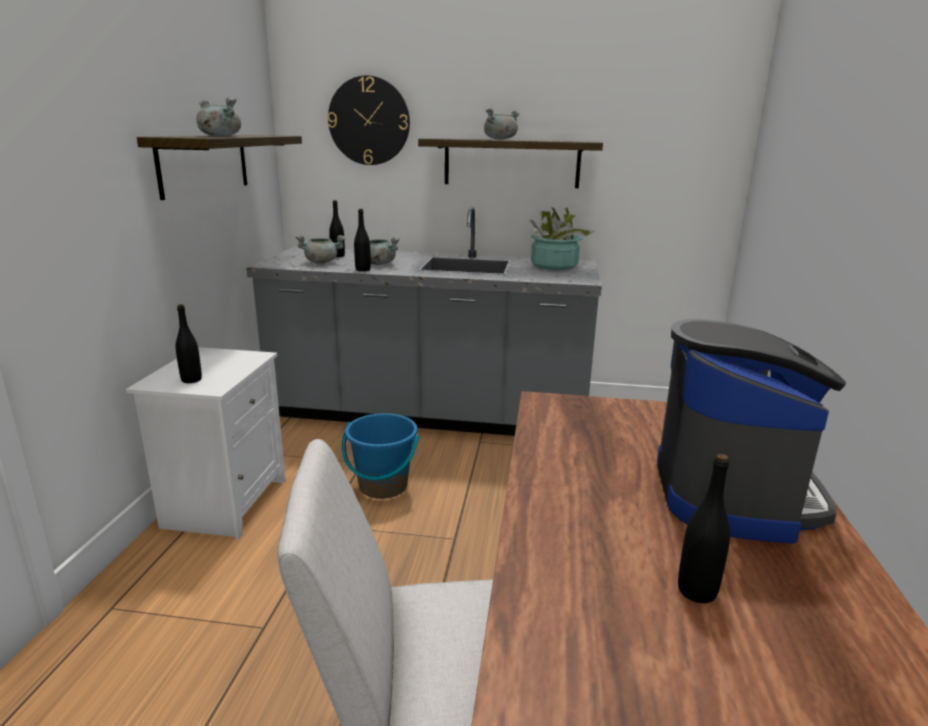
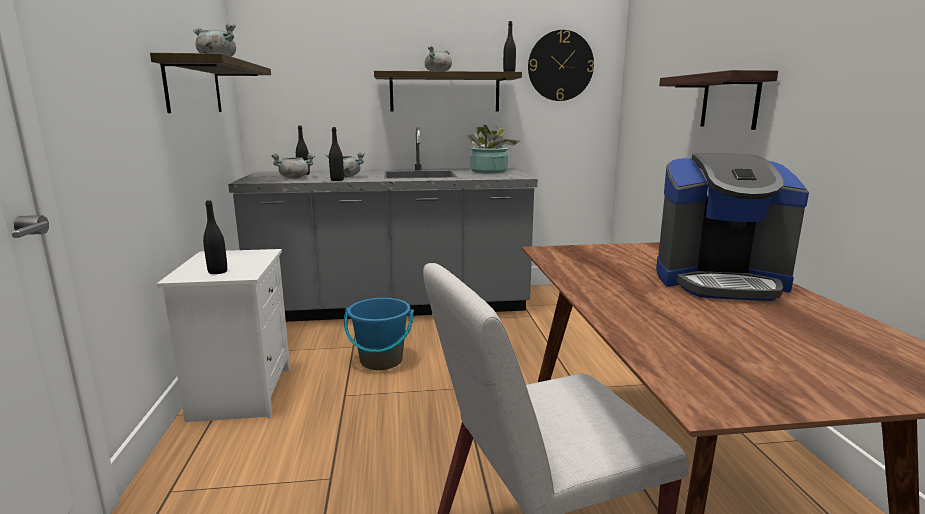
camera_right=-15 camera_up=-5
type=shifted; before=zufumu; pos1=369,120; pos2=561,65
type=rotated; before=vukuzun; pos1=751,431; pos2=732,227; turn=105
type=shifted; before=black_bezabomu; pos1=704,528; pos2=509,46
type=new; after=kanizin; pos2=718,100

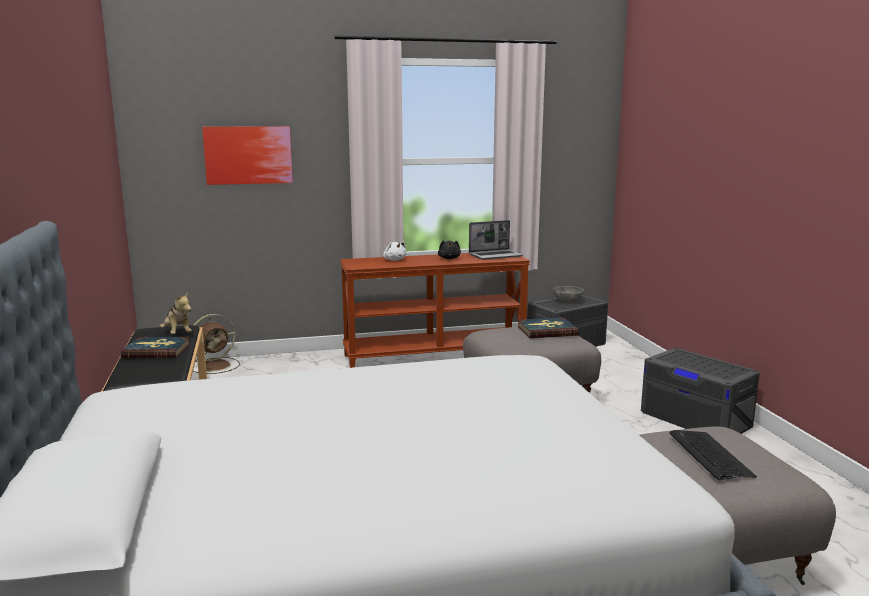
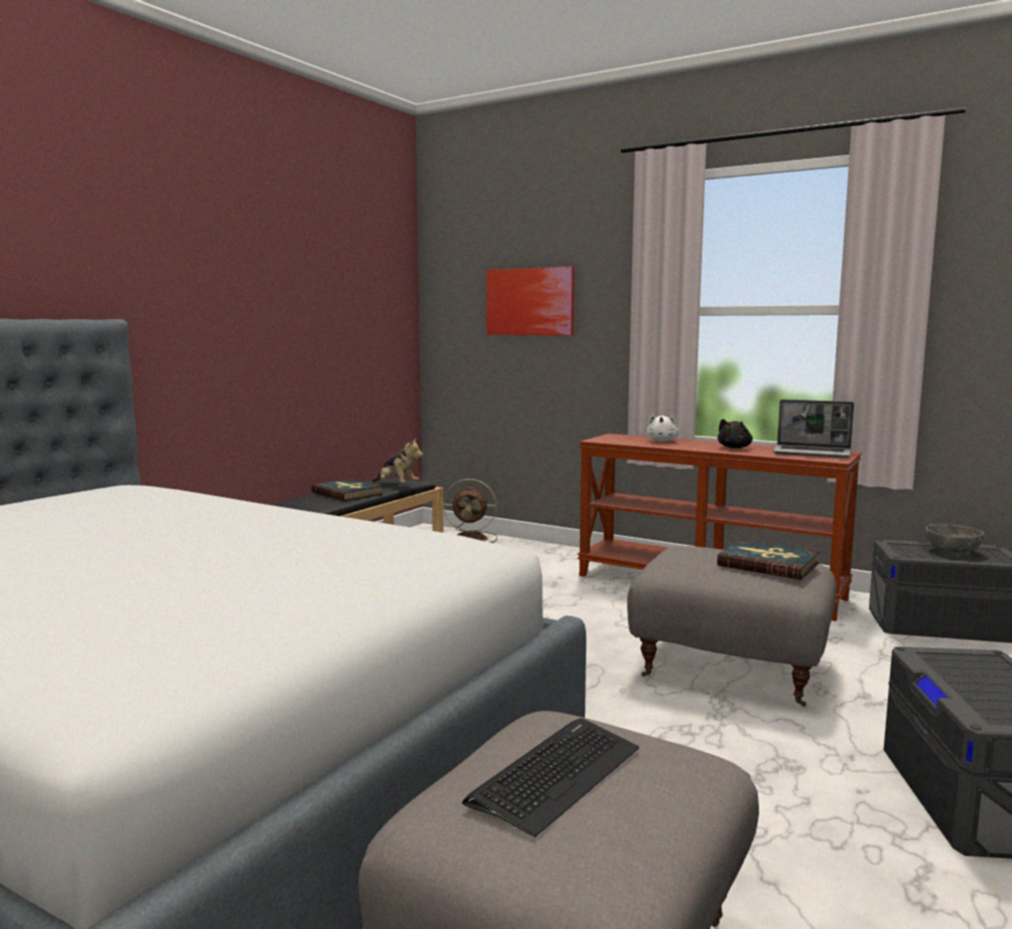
camera_right=45 camera_up=-5
type=rotated; before=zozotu; pos1=176,313; pos2=397,460; turn=-60

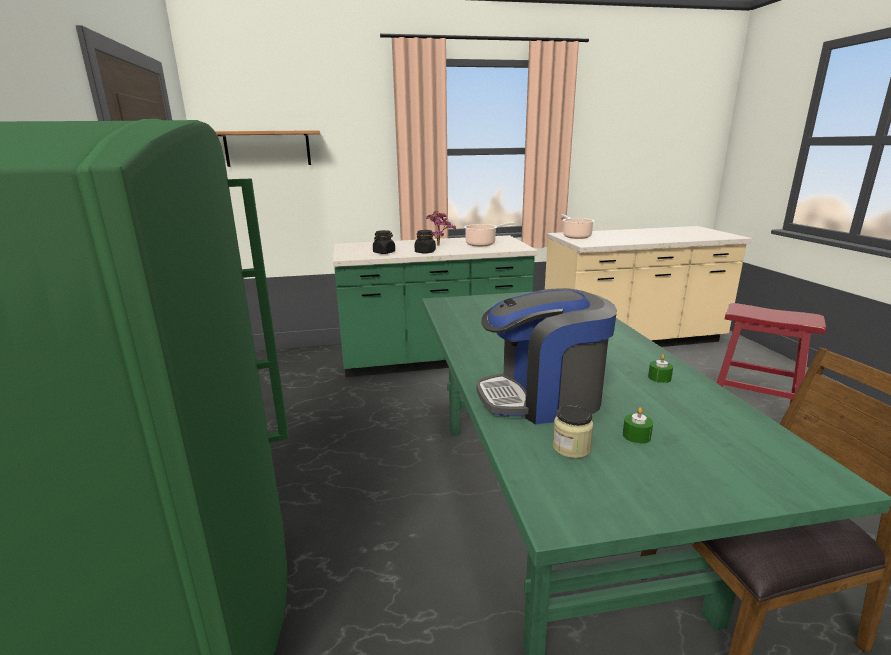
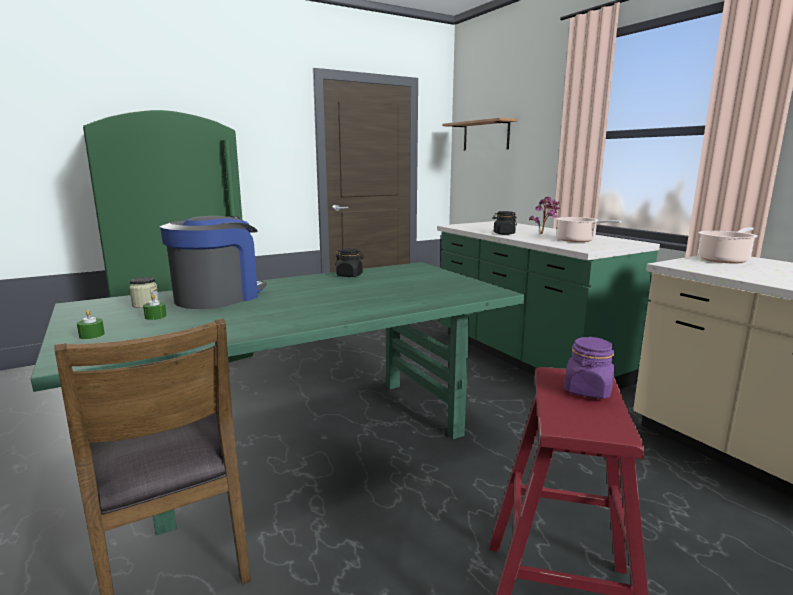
camera_right=70 camera_up=-5
type=shifted; before=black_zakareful; pos1=384,242; pos2=349,262
type=rotated; before=vukuzun; pos1=547,356; pos2=213,262; turn=60
type=shifted; before=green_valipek; pos1=660,368; pos2=91,324
type=new; after=purple_zakareful; pos2=589,368

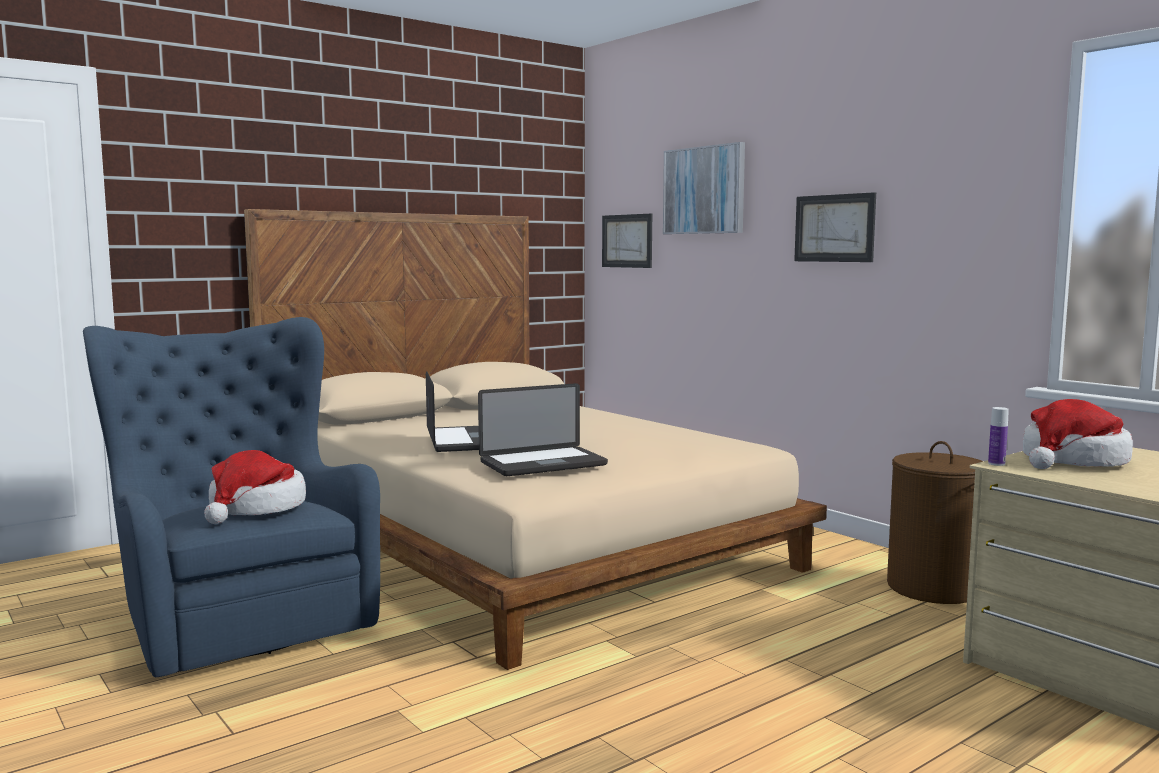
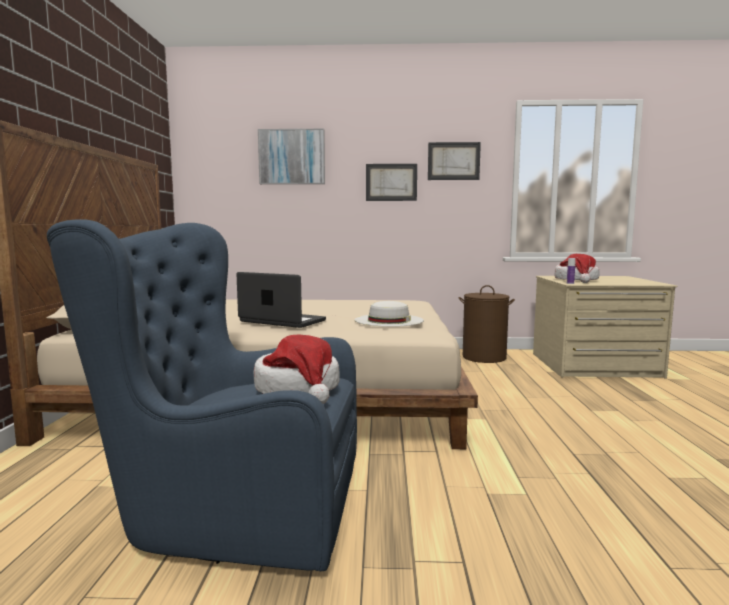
camera_right=-50 camera_up=0
type=shifted; before=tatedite; pos1=627,241; pos2=454,161
type=swapped; before=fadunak; after=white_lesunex; pos1=543,429; pos2=389,314

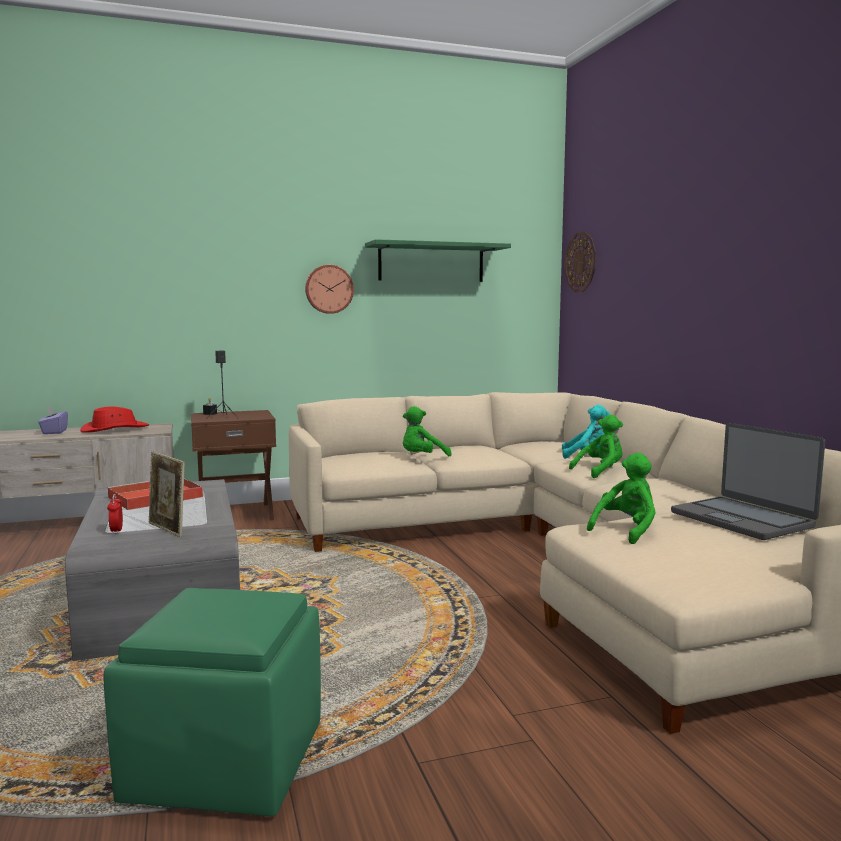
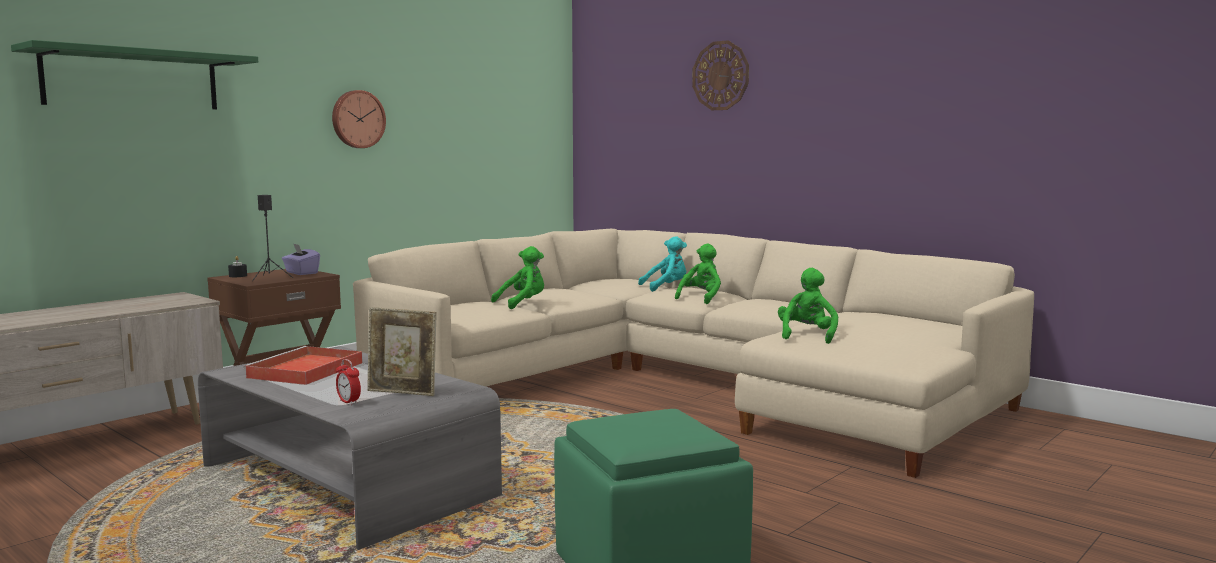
camera_right=-30 camera_up=0
type=shifted; before=zufumu; pos1=580,262; pos2=720,75
type=shifted; before=green_kanizin; pos1=438,260; pos2=134,74
type=shifted; before=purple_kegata; pos1=53,420; pos2=301,259
type=rotated; before=green_zozotu; pos1=427,431; pos2=517,277; turn=-150
type=gone; before=red_lesunex; pos1=114,420
type=gone; before=fadunak; pos1=748,481

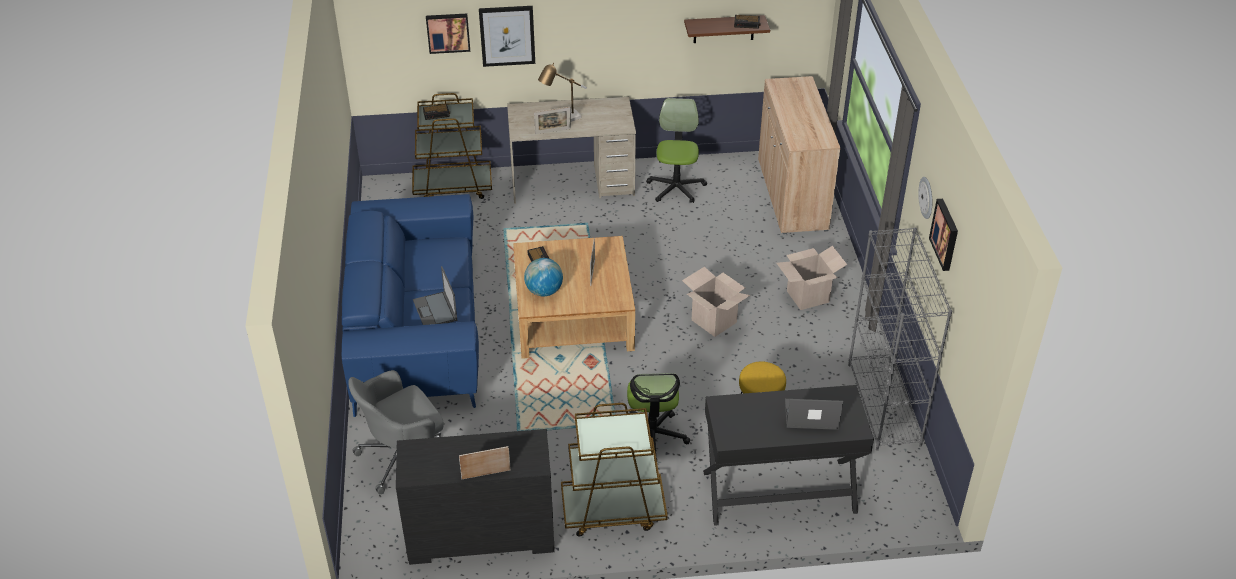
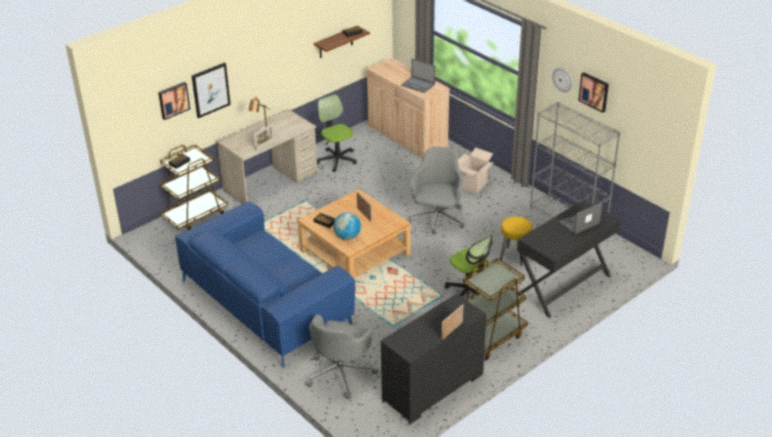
camera_right=-35 camera_up=-5
type=shifted; before=fadunak; pos1=435,295; pos2=418,76
type=swapped; before=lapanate; after=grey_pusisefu; pos1=716,302; pos2=435,190

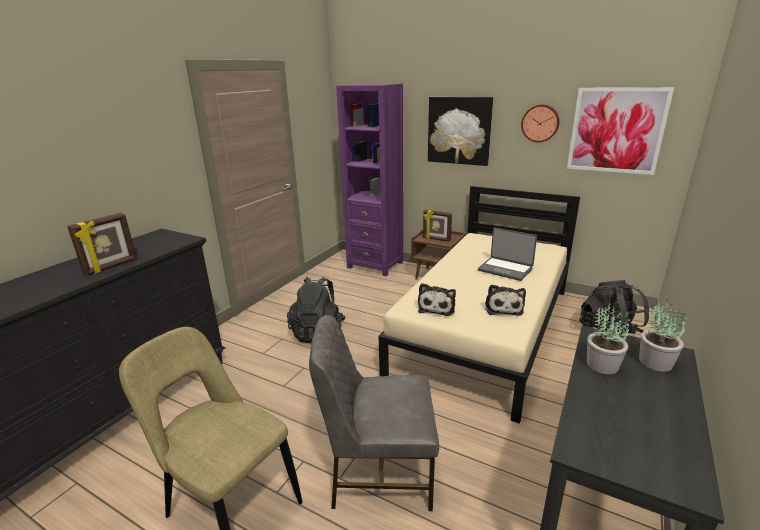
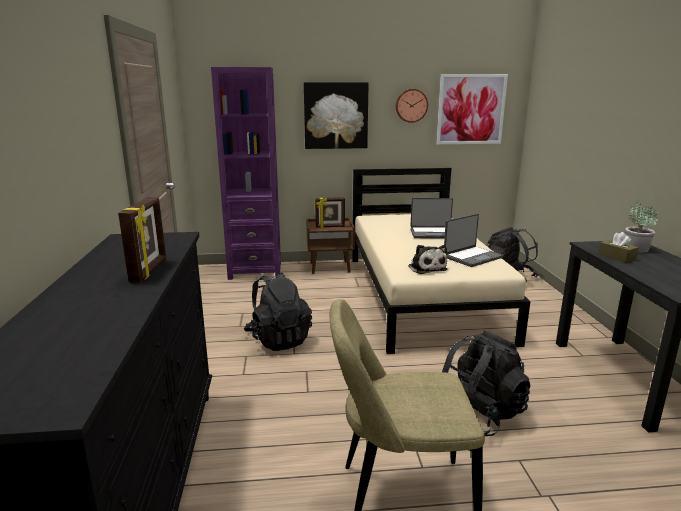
camera_right=-35 camera_up=-5
type=swapped; before=zozotu; after=fadunak; pos1=505,300; pos2=473,240
type=swapped; before=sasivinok; after=brown_kegata; pos1=608,338; pos2=618,247
type=swapped; before=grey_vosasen; after=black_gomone; pos1=374,413; pos2=486,383

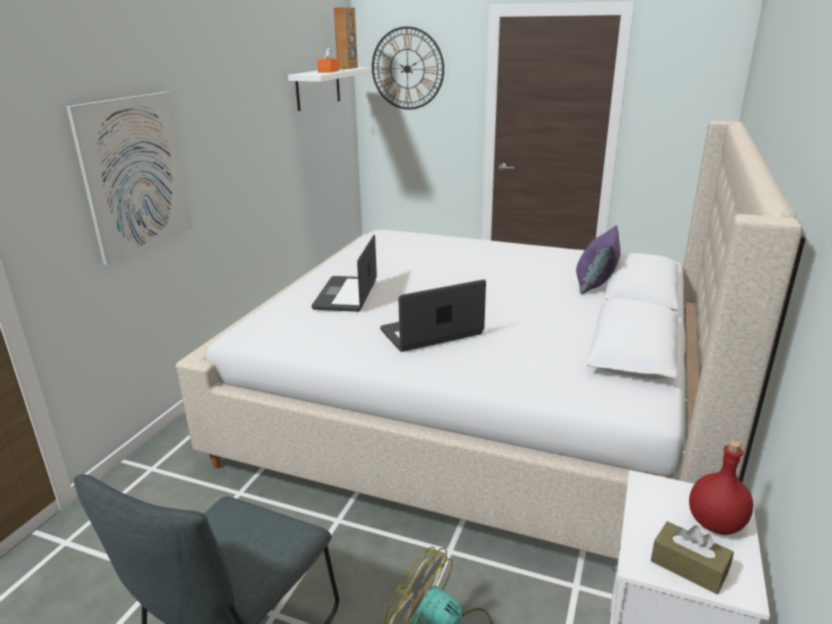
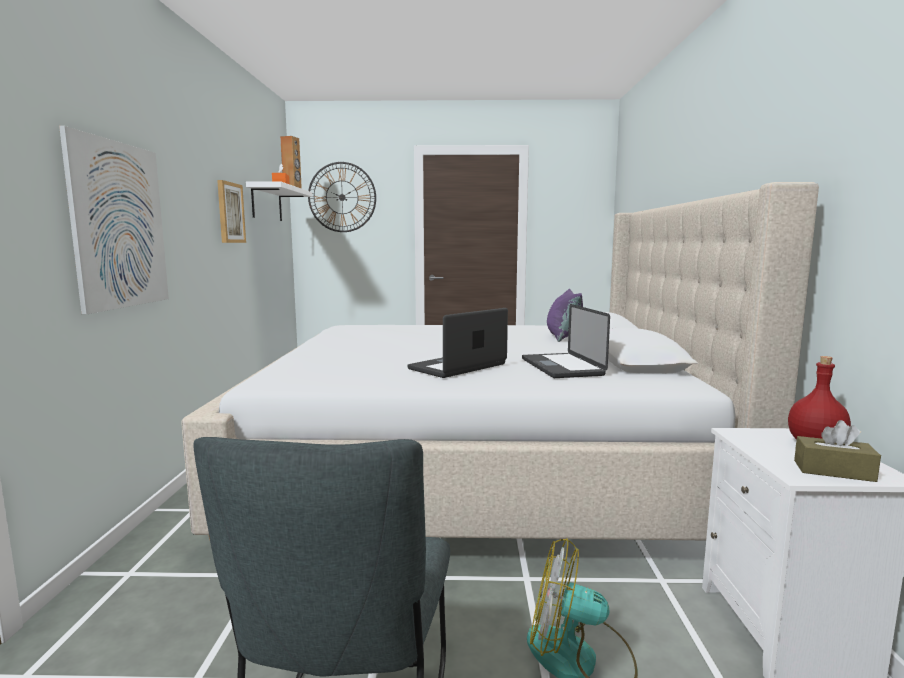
camera_right=-20 camera_up=-15
type=shifted; before=fadunak; pos1=344,273; pos2=566,341
type=new; after=tatedite; pos2=231,211

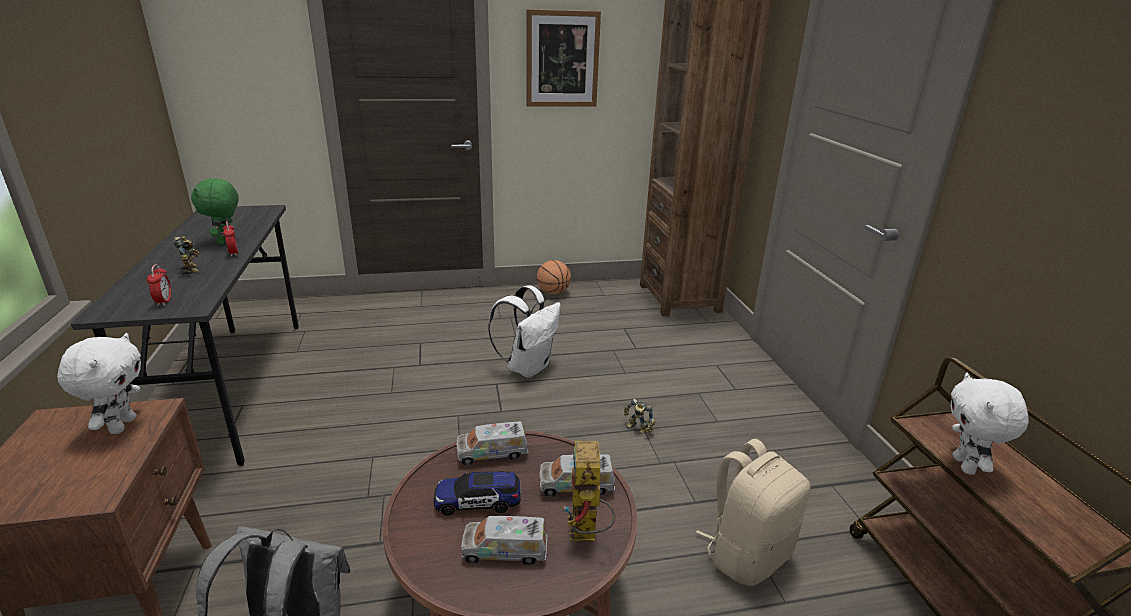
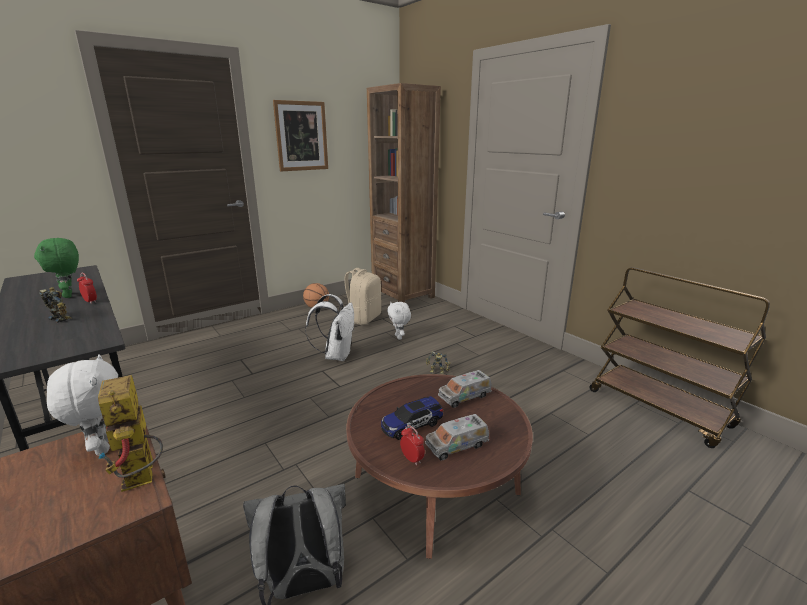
camera_right=-25 camera_up=-5
type=shifted; before=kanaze; pos1=159,285; pos2=412,445
type=shifted; before=white_zozotu; pos1=989,424; pos2=399,321
type=gone; before=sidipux; pos1=492,443
type=shifted; before=beige_gomone; pos1=753,512; pos2=363,296
type=shifted; before=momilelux; pos1=589,491; pos2=130,433

